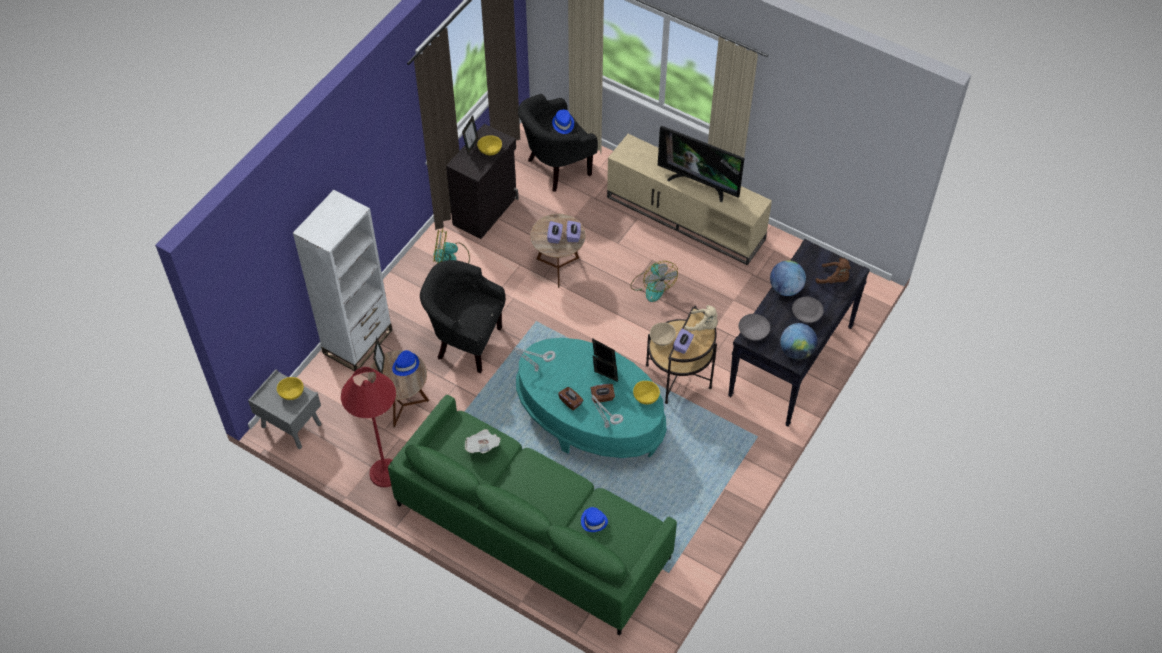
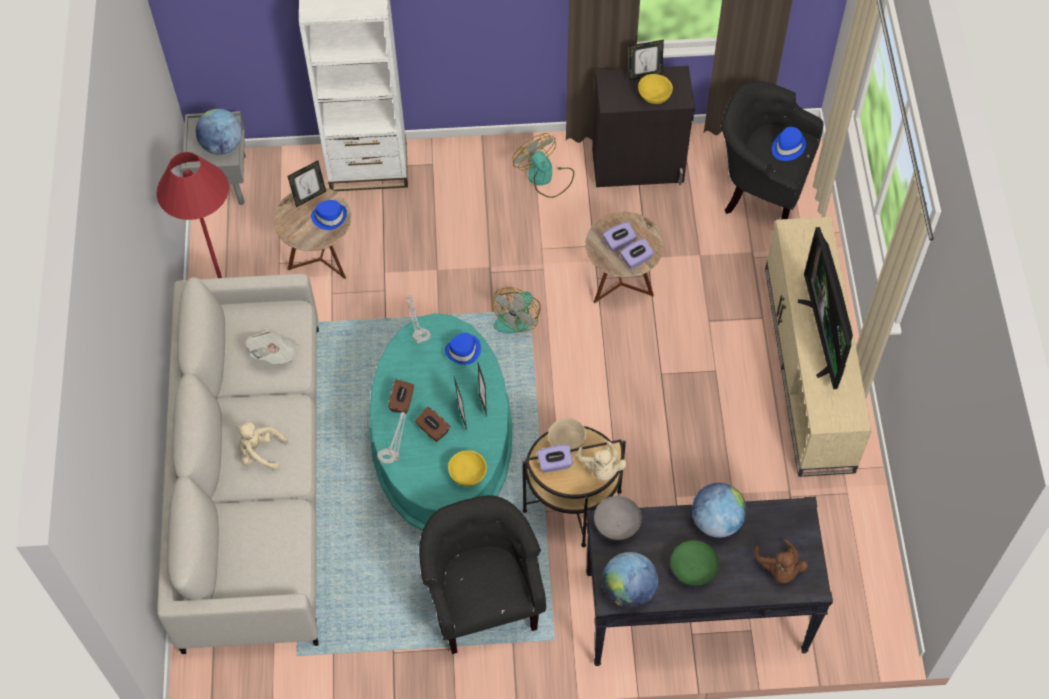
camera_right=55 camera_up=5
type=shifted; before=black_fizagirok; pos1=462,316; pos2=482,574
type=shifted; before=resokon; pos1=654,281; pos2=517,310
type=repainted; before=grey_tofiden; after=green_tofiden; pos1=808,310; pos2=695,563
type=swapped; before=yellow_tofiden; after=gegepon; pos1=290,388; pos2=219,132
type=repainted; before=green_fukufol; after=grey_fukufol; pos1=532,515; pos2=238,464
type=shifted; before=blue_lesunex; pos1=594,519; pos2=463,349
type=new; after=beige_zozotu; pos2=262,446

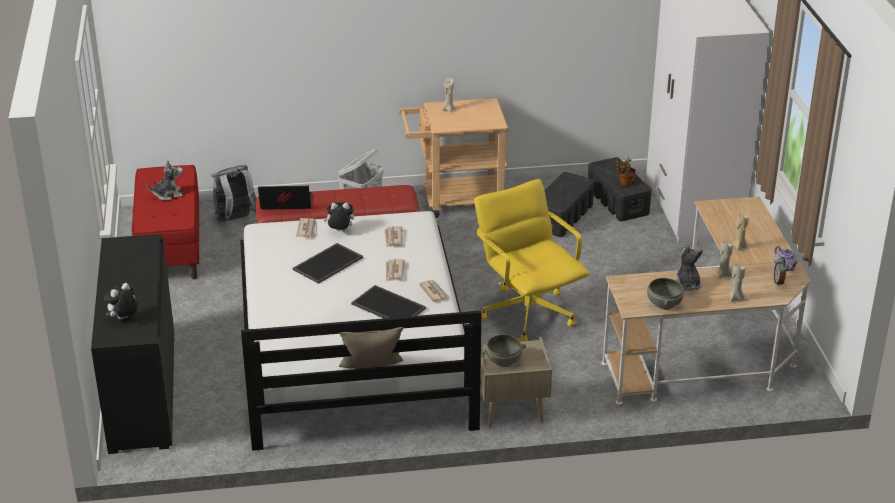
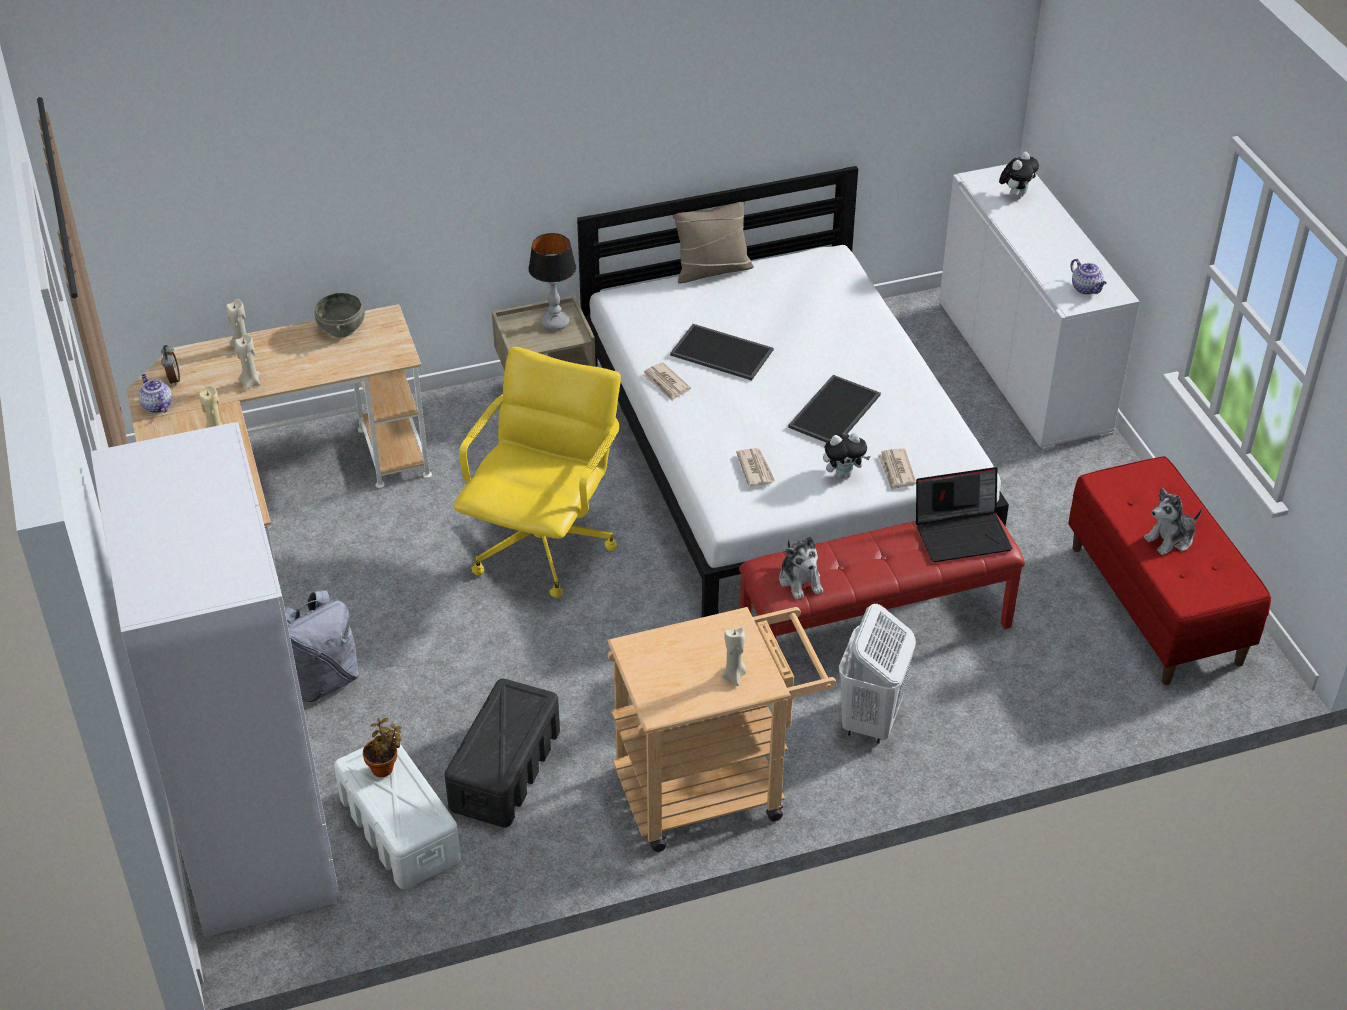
camera_right=170 camera_up=10
type=repainted; before=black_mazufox; after=white_mazufox; pos1=620,189; pos2=397,813
type=shifted; before=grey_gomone; pos1=233,193; pos2=321,646
type=rotated; before=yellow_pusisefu; pos1=532,260; pos2=537,472; turn=-120
type=repainted; before=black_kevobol; after=white_kevobol; pos1=132,344; pos2=1039,307
type=shifted; before=zozotu; pos1=688,268; pos2=801,568
type=gone; before=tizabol; pos1=395,270
type=swapped; before=grey_tofiden; after=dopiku; pos1=504,351; pos2=552,282
type=new; after=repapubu; pos2=1089,277

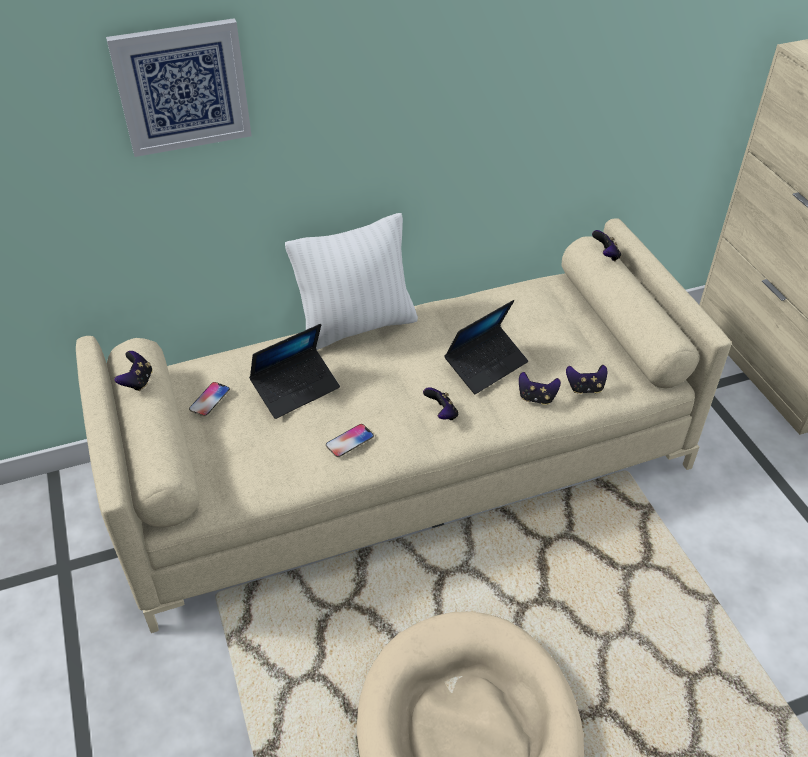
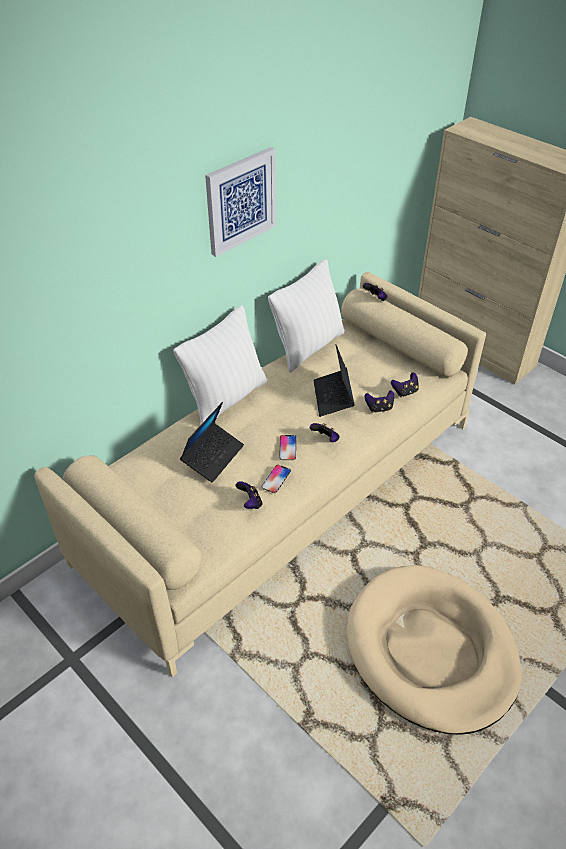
camera_right=-25 camera_up=0
type=shifted; before=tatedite; pos1=179,87; pos2=240,202
type=rotated; before=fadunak; pos1=486,347; pos2=334,380; turn=150
type=shifted; before=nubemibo; pos1=133,371; pos2=248,495
type=shifted; before=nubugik; pos1=209,399; pos2=287,447
type=new; after=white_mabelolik; pos2=306,315

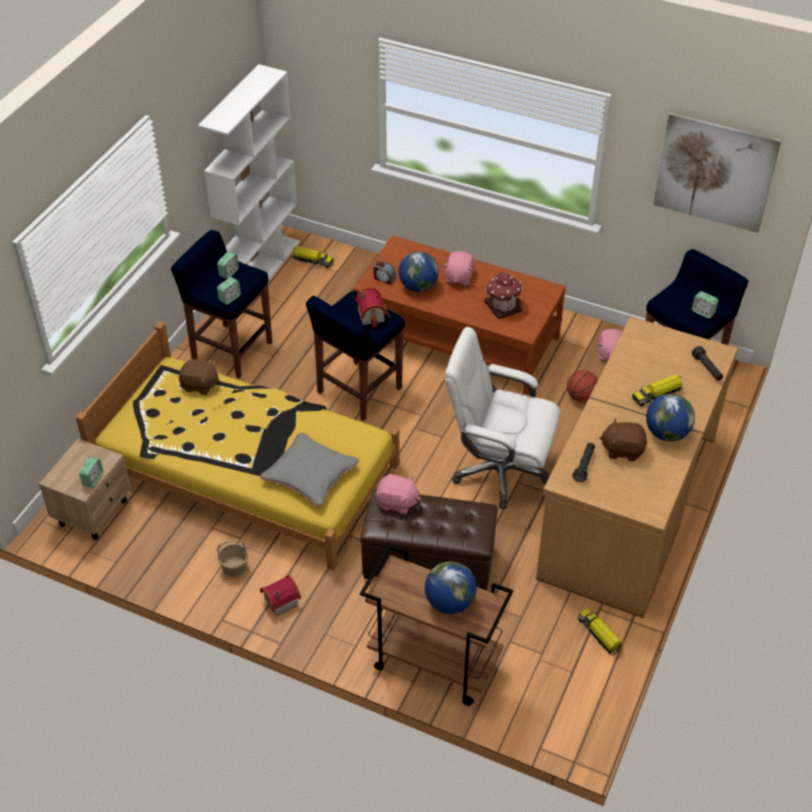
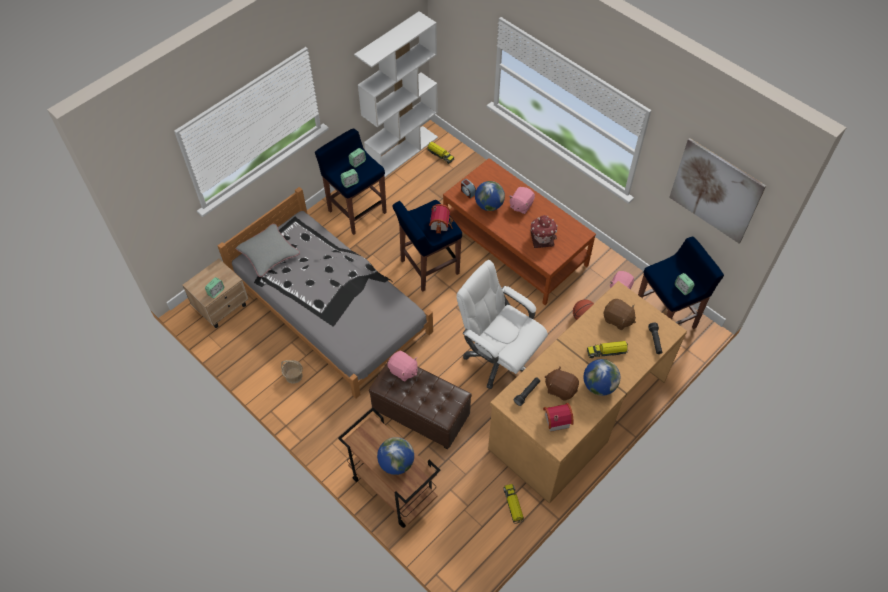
camera_right=20 camera_up=10
type=repainted; before=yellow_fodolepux; after=grey_fodolepux; pos1=237,446; pos2=325,293
type=shifted; before=brown_zozotu; pos1=199,377; pos2=620,314
type=shifted; before=grey_mabelolik; pos1=309,469; pos2=268,250
type=shifted; before=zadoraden; pos1=280,596; pos2=558,417

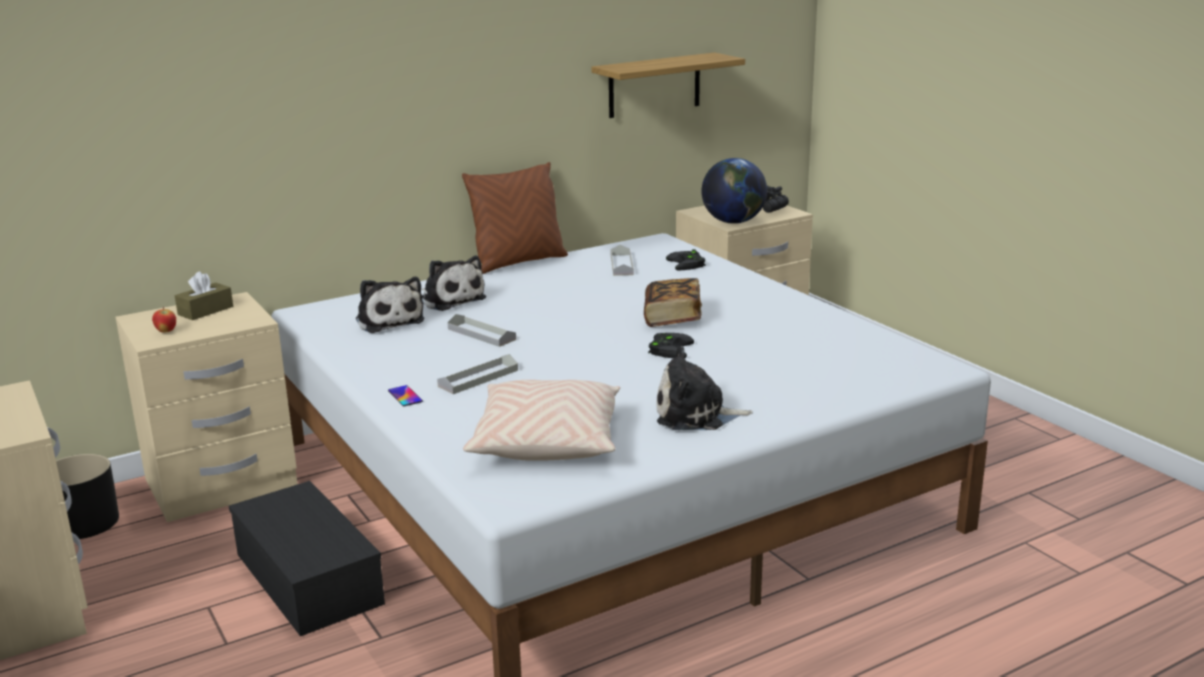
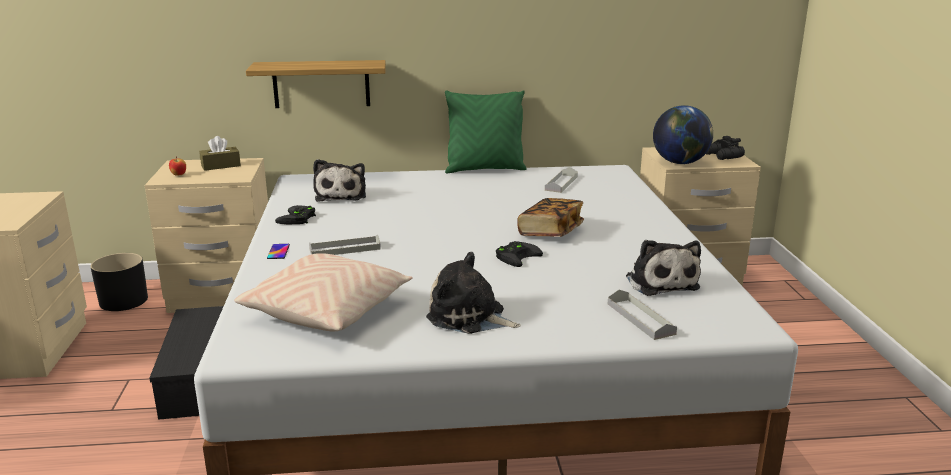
camera_right=25 camera_up=0
type=shifted; before=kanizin; pos1=668,85; pos2=316,84
type=repainted; before=brown_mabelolik; after=green_mabelolik; pos1=515,218; pos2=486,131
type=shifted; before=black_nubemibo; pos1=686,259; pos2=295,214
type=shifted; before=zozotu; pos1=454,283; pos2=663,268
type=shifted; before=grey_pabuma; pos1=481,330; pos2=642,315

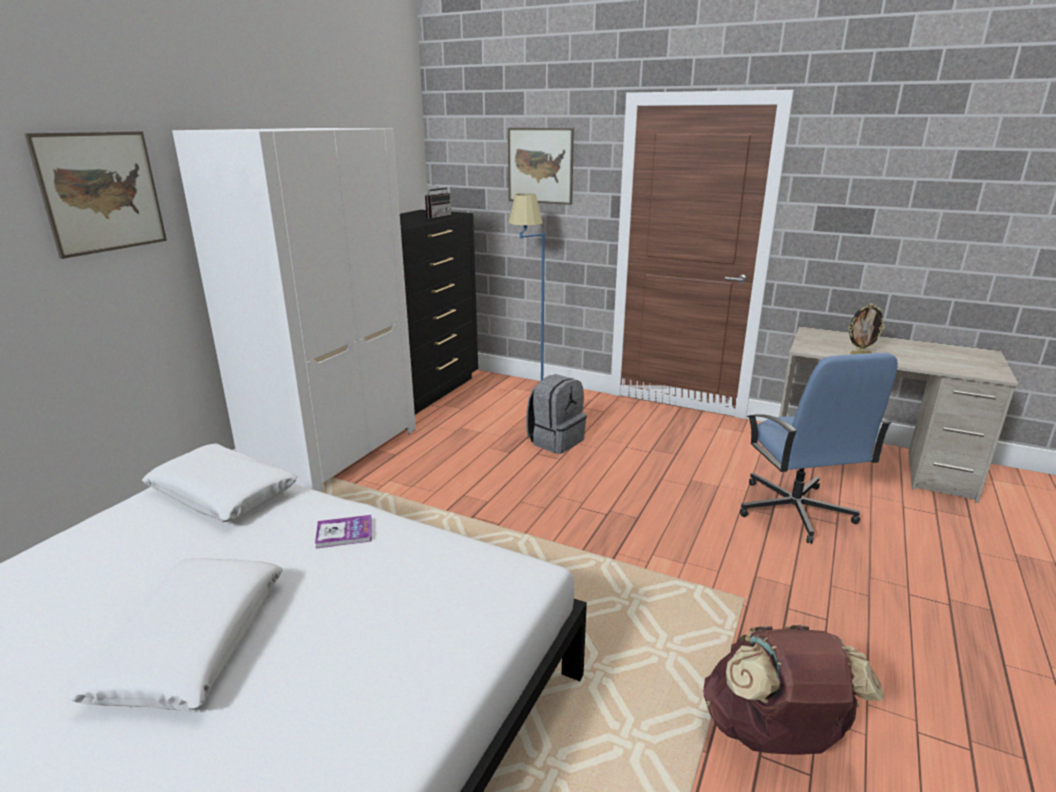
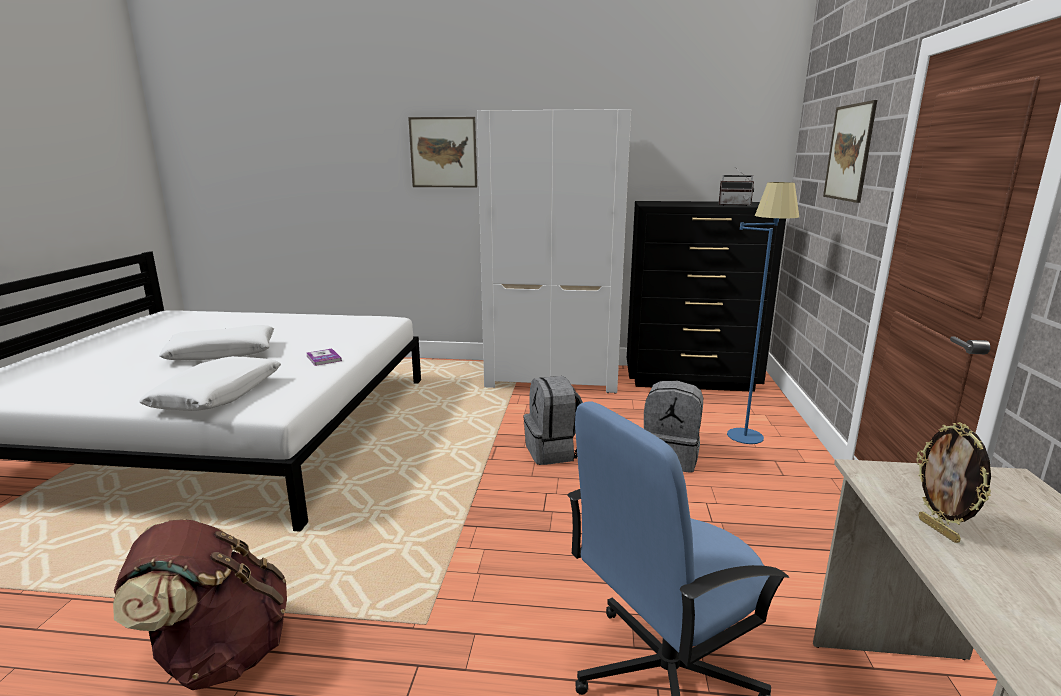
camera_right=70 camera_up=-5
type=shifted; before=white_mabelolik; pos1=220,482; pos2=210,383
type=new; after=grey_gomone; pos2=553,420

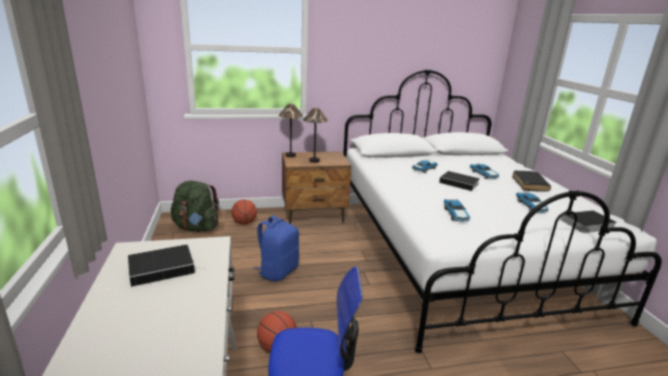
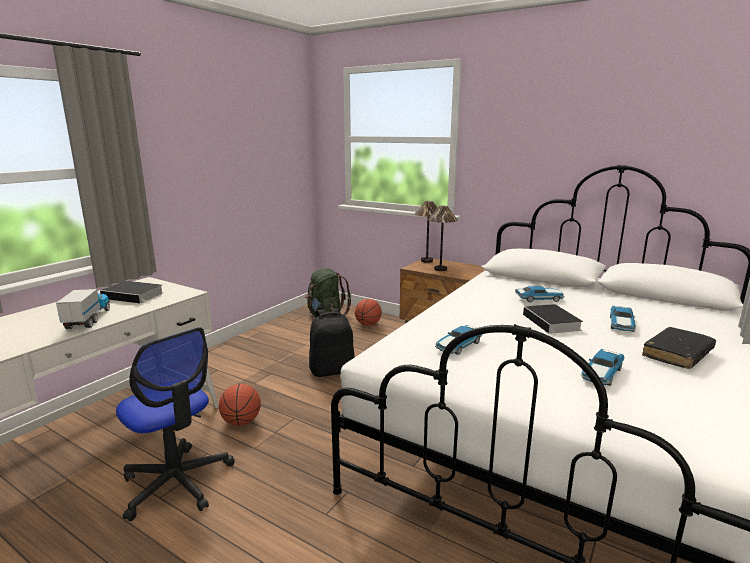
camera_right=45 camera_up=-5
type=gone; before=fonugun; pos1=587,221
type=repainted; before=blue_gomone; after=black_gomone; pos1=276,248; pos2=332,342
type=new; after=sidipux; pos2=83,309

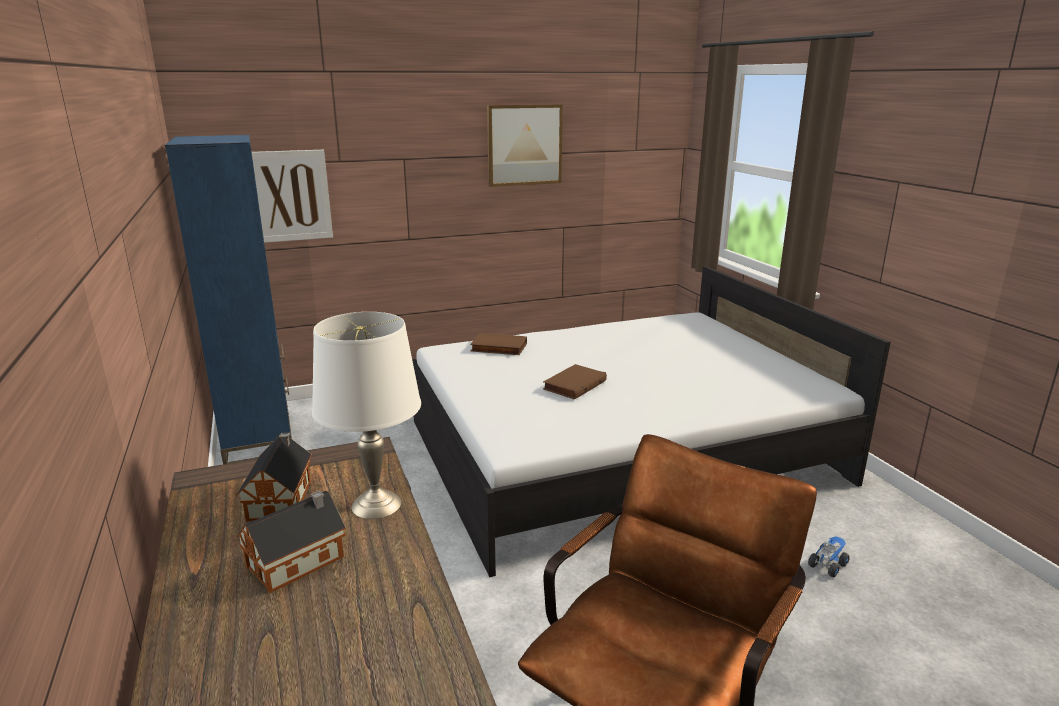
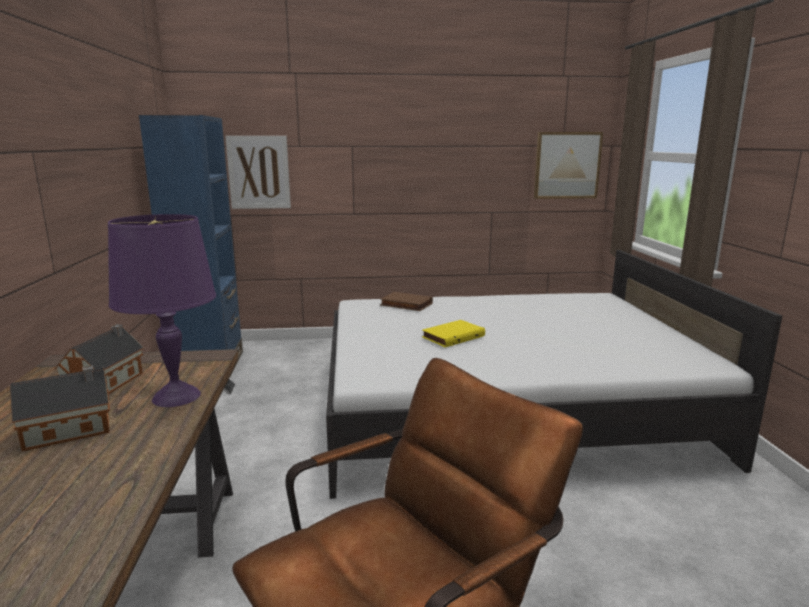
camera_right=15 camera_up=-5
type=shifted; before=tatedite; pos1=525,145; pos2=568,165
type=repainted; before=white_dopiku; after=purple_dopiku; pos1=366,415; pos2=162,310
type=repainted; before=brown_fonugun; after=yellow_fonugun; pos1=575,382; pos2=453,333
type=gone; before=sidipux; pos1=829,556

